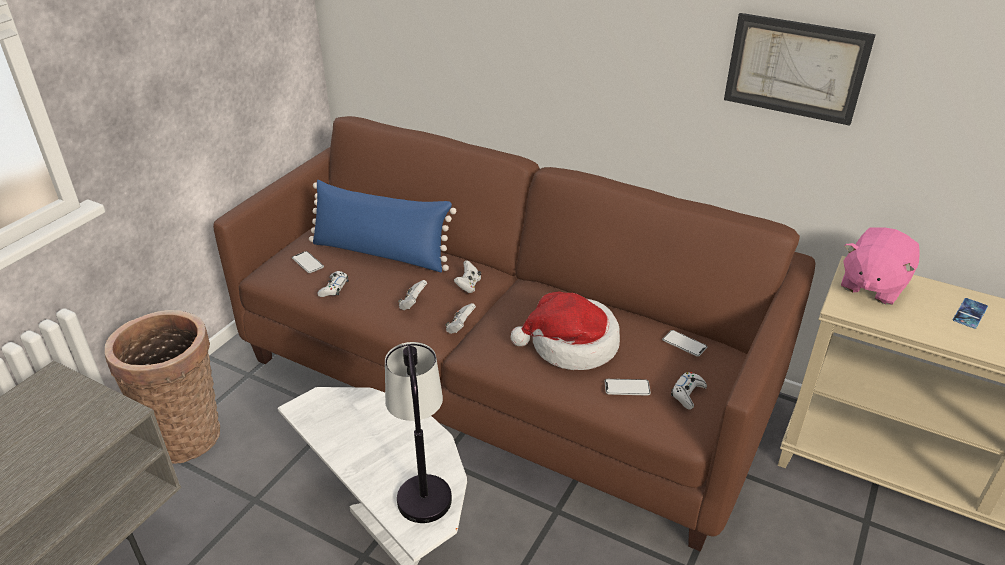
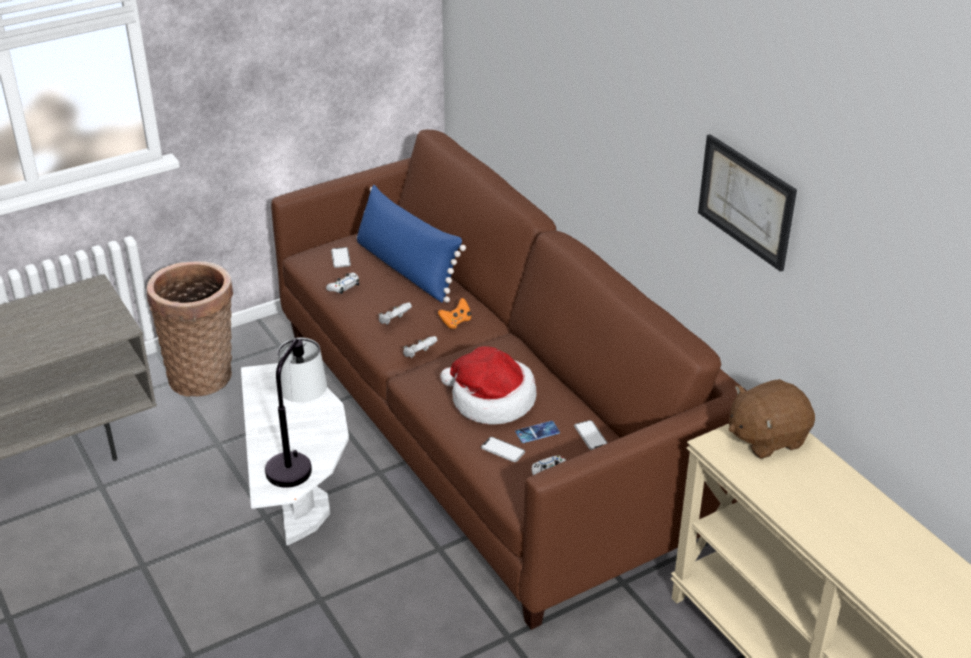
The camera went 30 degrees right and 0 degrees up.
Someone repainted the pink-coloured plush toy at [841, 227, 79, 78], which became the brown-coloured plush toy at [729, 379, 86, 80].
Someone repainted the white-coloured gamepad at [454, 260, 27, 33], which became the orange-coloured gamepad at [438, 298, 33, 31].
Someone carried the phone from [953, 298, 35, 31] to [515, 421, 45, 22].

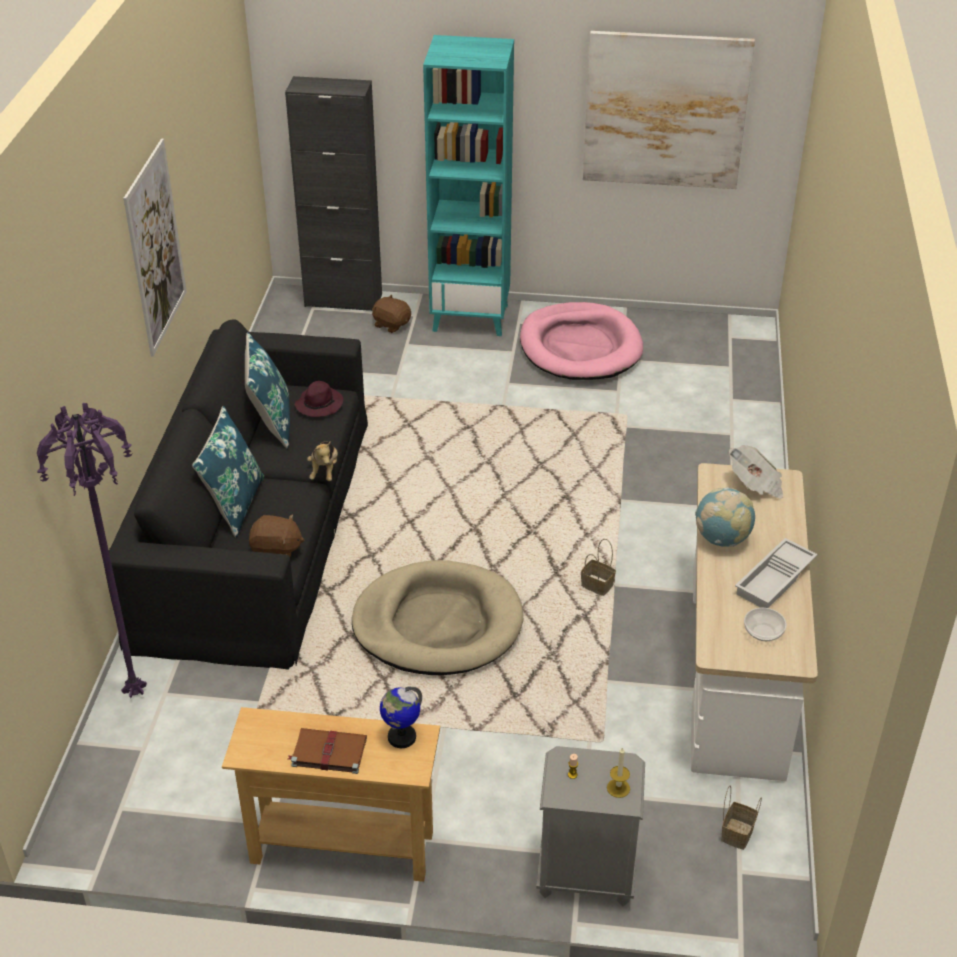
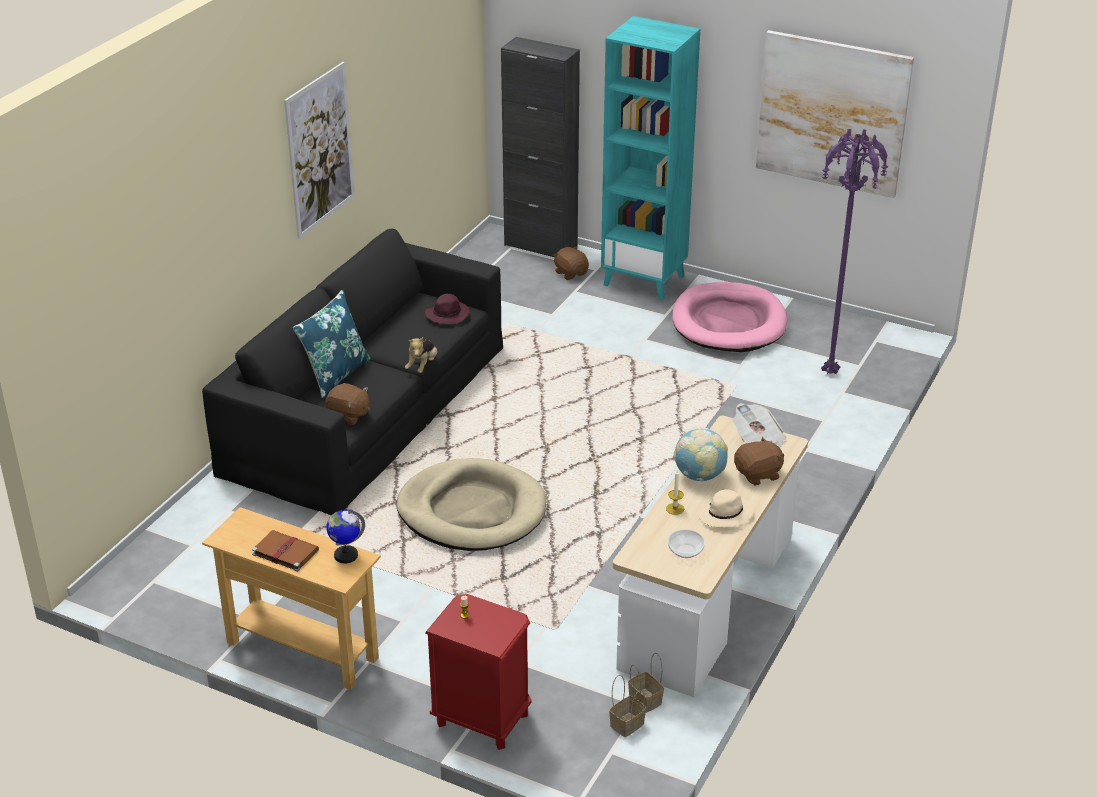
The camera went 20 degrees right and 5 degrees down.
Someone took away the blue cushion at [245, 332, 45, 117].
Someone carried the purple-coloured standing lamp from [37, 403, 110, 295] to [821, 129, 67, 245].
Someone swapped the white-coloured tray at [735, 538, 83, 70] for the beige clothing hat at [698, 489, 56, 38].
Someone carried the storage basket from [581, 539, 35, 57] to [628, 653, 36, 60].
Someone repainted the grey nightstand at [536, 746, 109, 160], which became the reddish nightstand at [425, 594, 107, 156].
Someone carried the wax light from [607, 747, 23, 51] to [666, 470, 18, 45].
Someone put down the brown-coloured plush toy at [734, 437, 50, 49].

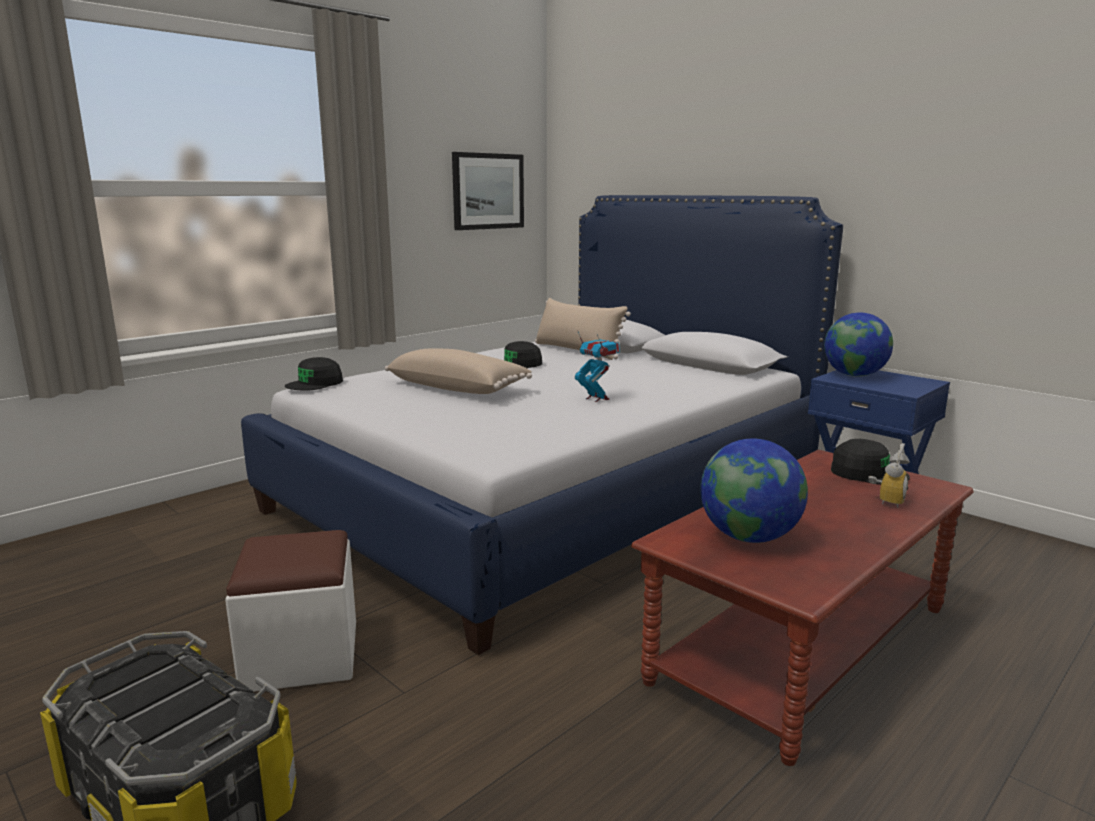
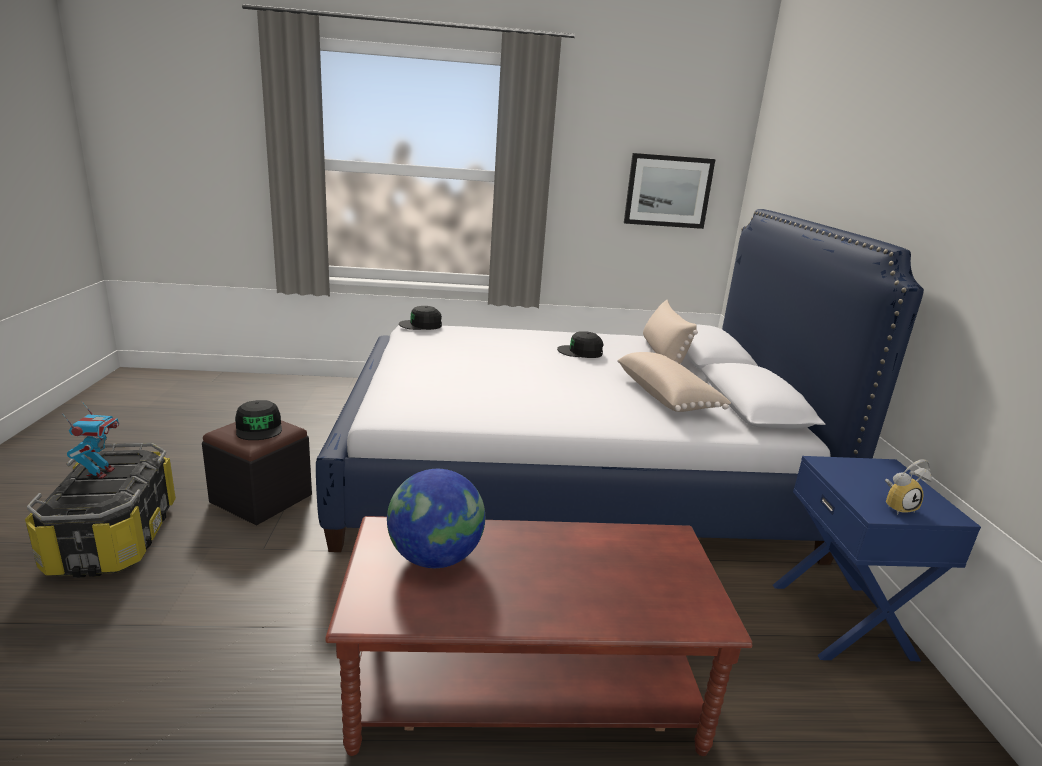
The camera went 40 degrees right and 5 degrees up.
Someone took away the desk globe at [824, 312, 69, 65].
Someone carried the toy robot from [575, 330, 45, 72] to [62, 401, 57, 78].
Someone carried the beige cushion from [385, 348, 147, 46] to [617, 352, 114, 60].
Someone carried the black-coloured cap from [831, 439, 79, 46] to [235, 400, 47, 40].
Someone carried the alarm clock from [868, 443, 42, 65] to [885, 459, 47, 56].
Someone repainted the white-coloured ottoman at [225, 530, 131, 162], which became the black-coloured ottoman at [202, 420, 110, 106].

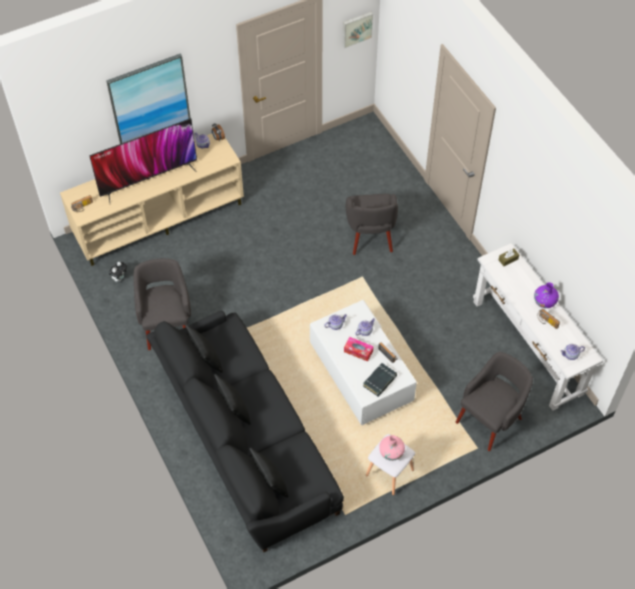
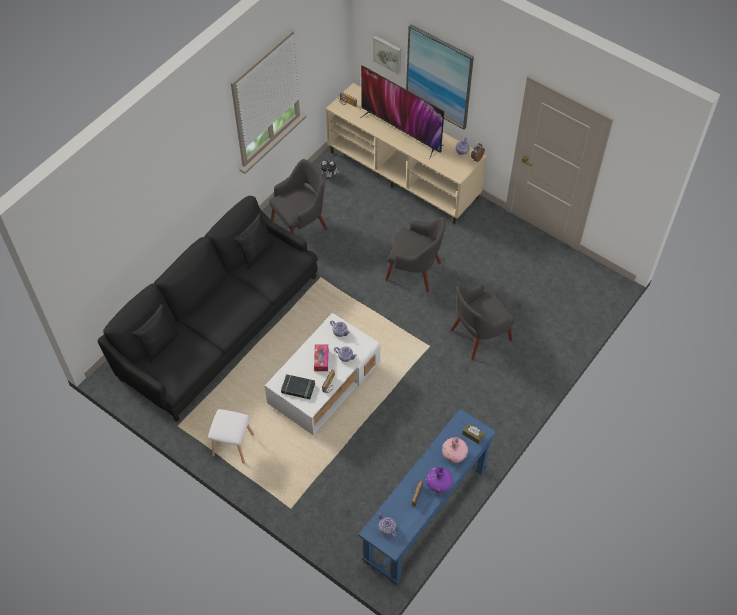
The camera went 65 degrees right and 0 degrees up.
Someone carried the wall picture from [342, 12, 31, 36] to [373, 36, 28, 38].
Someone repainted the white-coloured console table at [473, 243, 130, 168], which became the blue console table at [358, 408, 138, 178].
Someone carried the grey lounge chair from [456, 352, 77, 99] to [385, 217, 60, 76].
Someone took away the black-coloured cushion at [214, 374, 37, 51].
Someone carried the pink-coloured flower vase from [379, 435, 26, 26] to [442, 437, 26, 26].

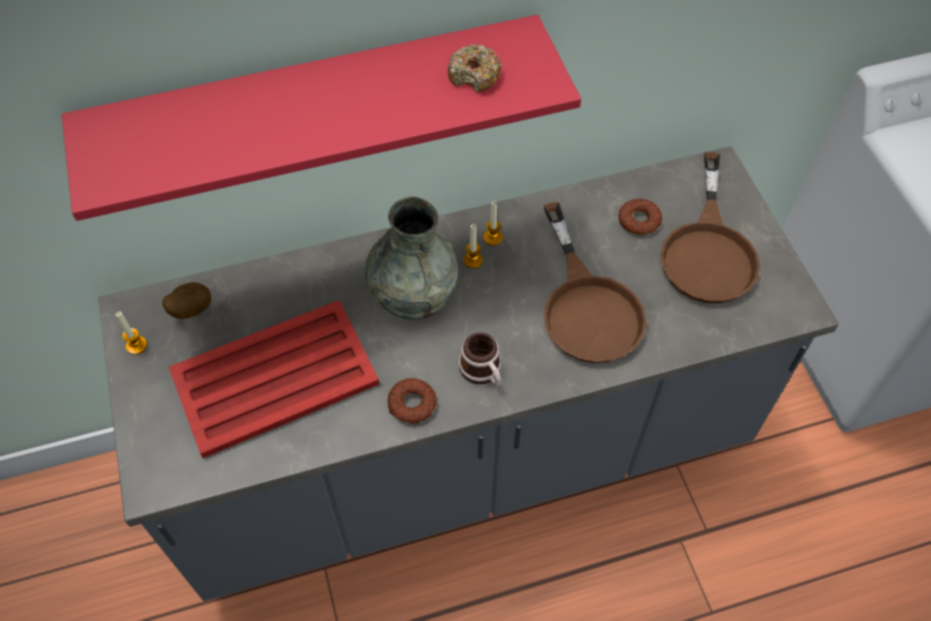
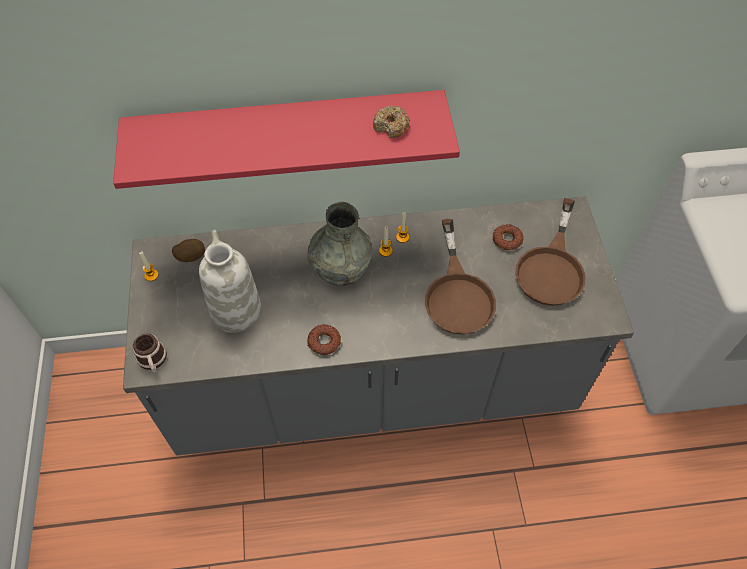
The camera went 10 degrees right and 0 degrees up.
Someone swapped the reddish tray at [169, 300, 210, 158] for the white-coloured flower vase at [199, 229, 63, 104].
Someone carried the tea mug from [458, 332, 43, 55] to [132, 334, 35, 40].

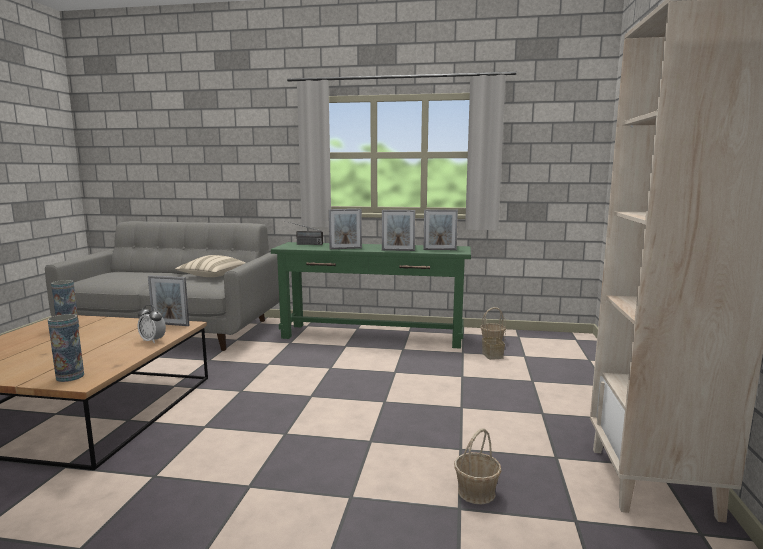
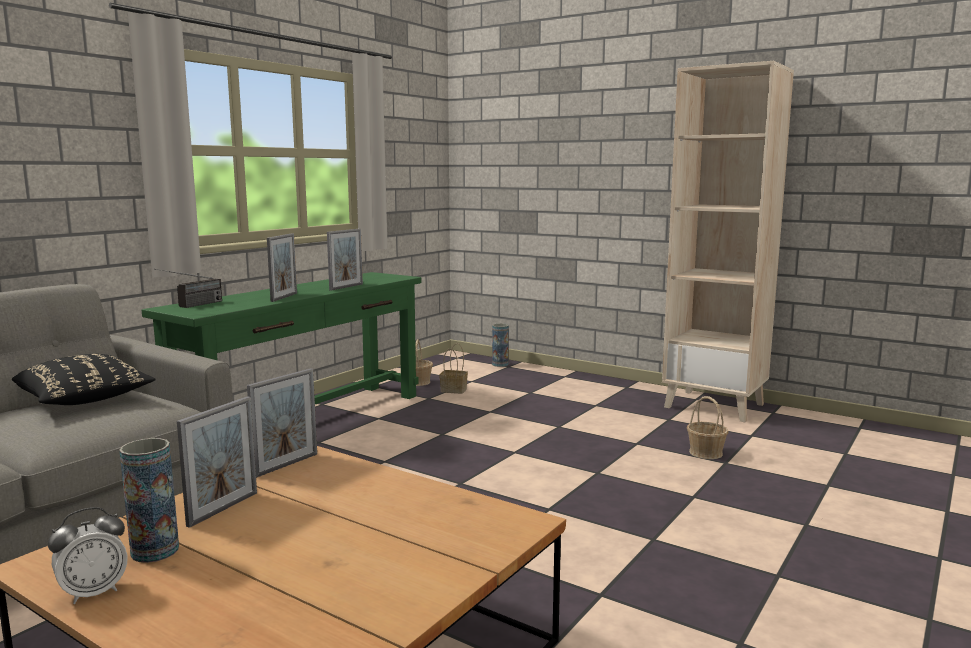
The camera went 65 degrees left and 0 degrees up.
Someone carried the photo frame from [423, 209, 35, 41] to [177, 396, 80, 132].
Someone repainted the beige cushion at [175, 255, 70, 22], which became the black-coloured cushion at [12, 354, 143, 51].
Someone carried the alarm clock from [138, 305, 28, 39] to [48, 507, 80, 97].
Someone carried the flower vase from [48, 314, 36, 68] to [492, 323, 17, 44].

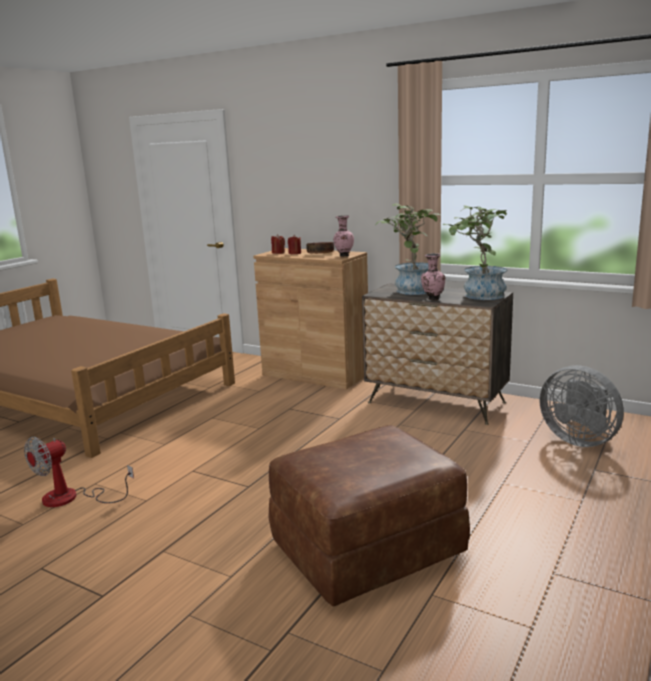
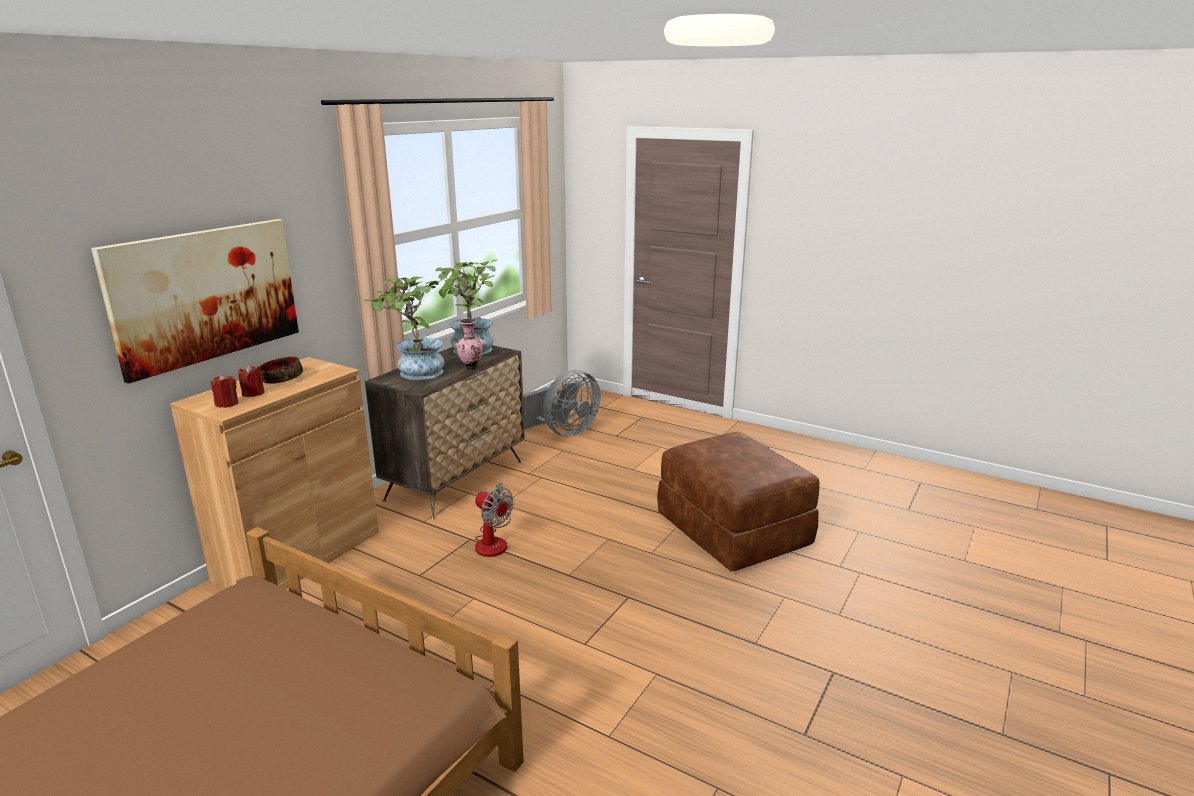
The camera went 90 degrees left and 5 degrees up.
Someone took away the pink-coloured flower vase at [333, 215, 21, 42].
Someone carried the electric fan from [24, 437, 110, 70] to [475, 483, 39, 74].
Someone put up the wall picture at [91, 219, 208, 165].

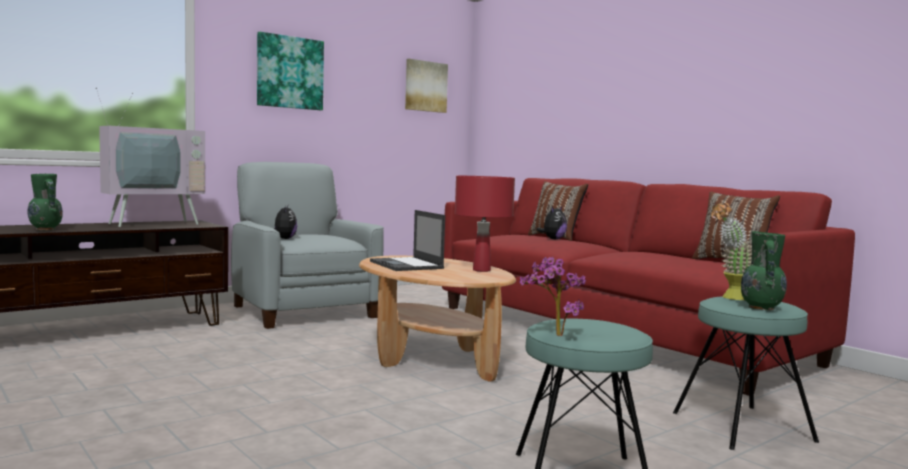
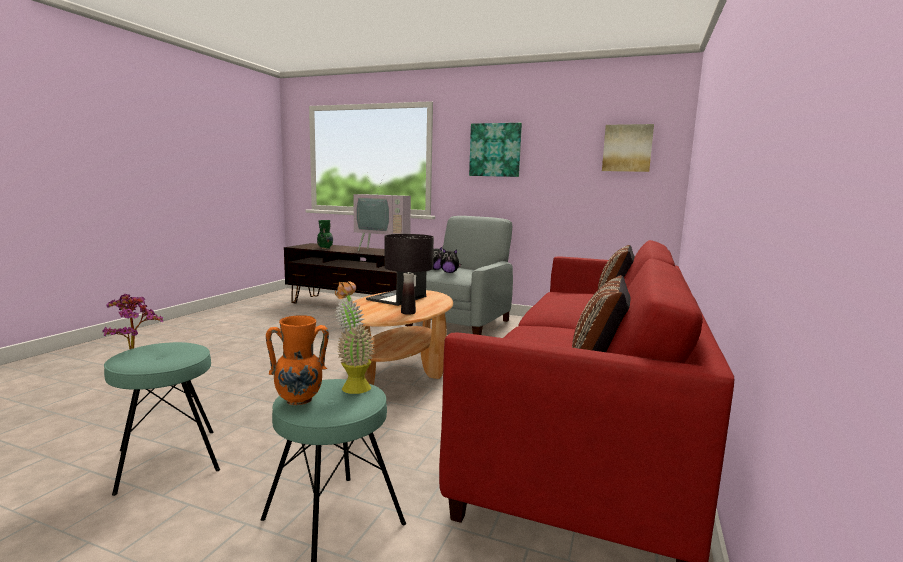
The camera went 60 degrees right and 5 degrees up.
Someone repainted the reddish table lamp at [455, 176, 60, 96], which became the black-coloured table lamp at [384, 234, 50, 81].
Someone carried the plush toy from [536, 206, 31, 34] to [440, 249, 21, 24].
Someone repainted the green-coloured flower vase at [741, 231, 46, 80], which became the orange-coloured flower vase at [266, 315, 63, 90].

